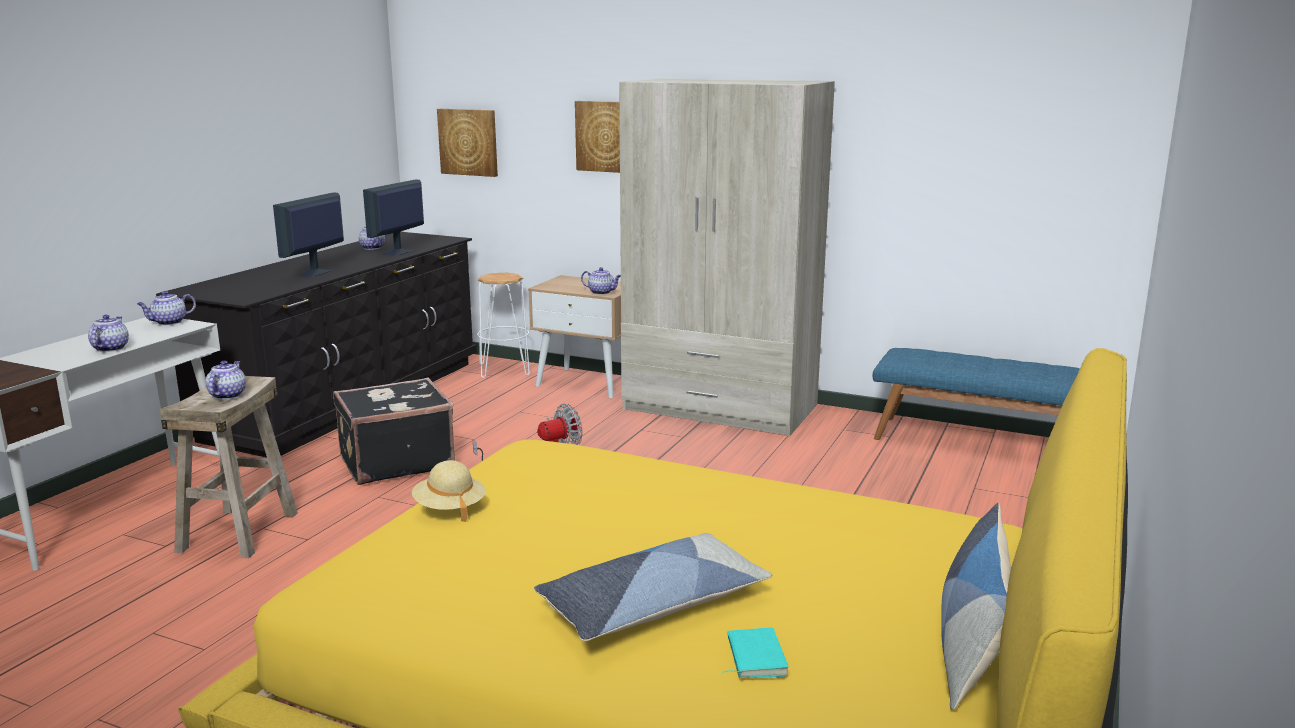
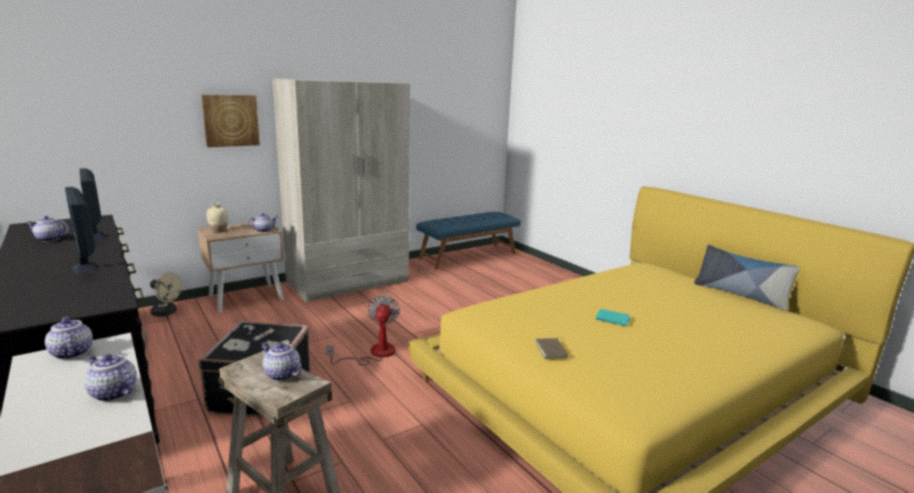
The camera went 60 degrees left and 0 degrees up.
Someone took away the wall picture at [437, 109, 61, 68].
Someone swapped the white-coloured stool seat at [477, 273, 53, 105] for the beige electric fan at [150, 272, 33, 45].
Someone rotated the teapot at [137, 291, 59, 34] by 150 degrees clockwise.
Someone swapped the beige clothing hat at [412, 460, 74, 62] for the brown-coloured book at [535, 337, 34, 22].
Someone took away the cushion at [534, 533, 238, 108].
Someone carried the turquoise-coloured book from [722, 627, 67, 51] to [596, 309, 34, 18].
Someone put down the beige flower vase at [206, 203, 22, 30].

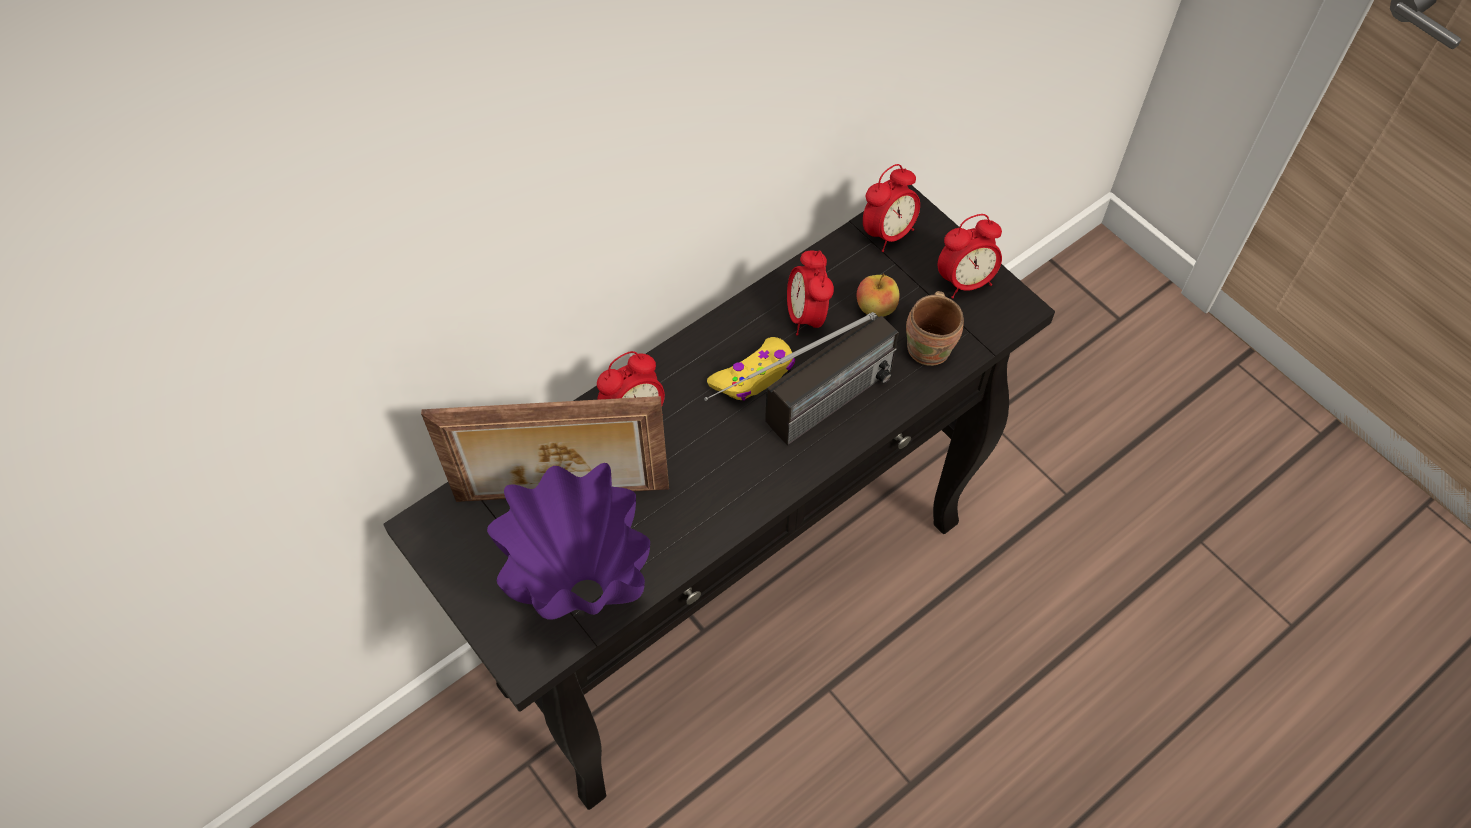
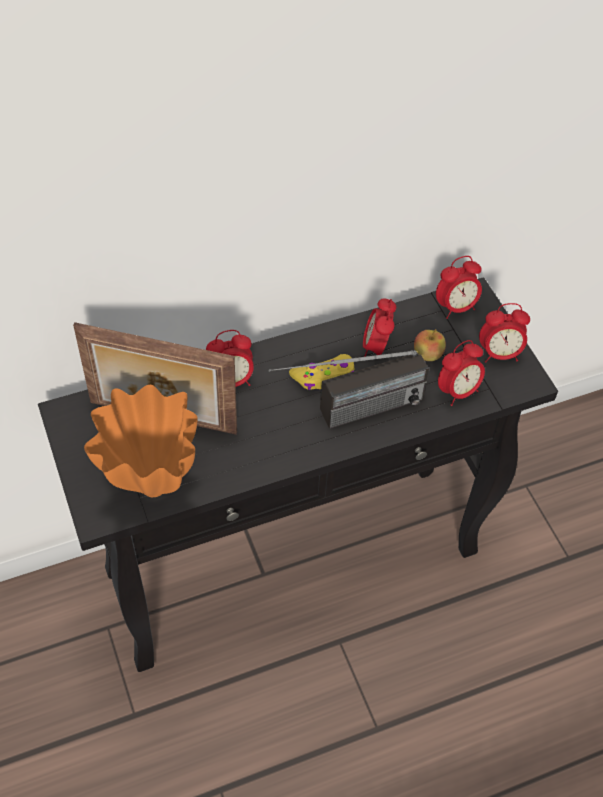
The camera went 15 degrees right and 5 degrees down.
Someone swapped the brown-coloured tea mug at [906, 291, 58, 75] for the alarm clock at [438, 340, 47, 66].
Someone repainted the purple-coloured flower vase at [487, 463, 163, 157], which became the orange-coloured flower vase at [84, 385, 114, 112].

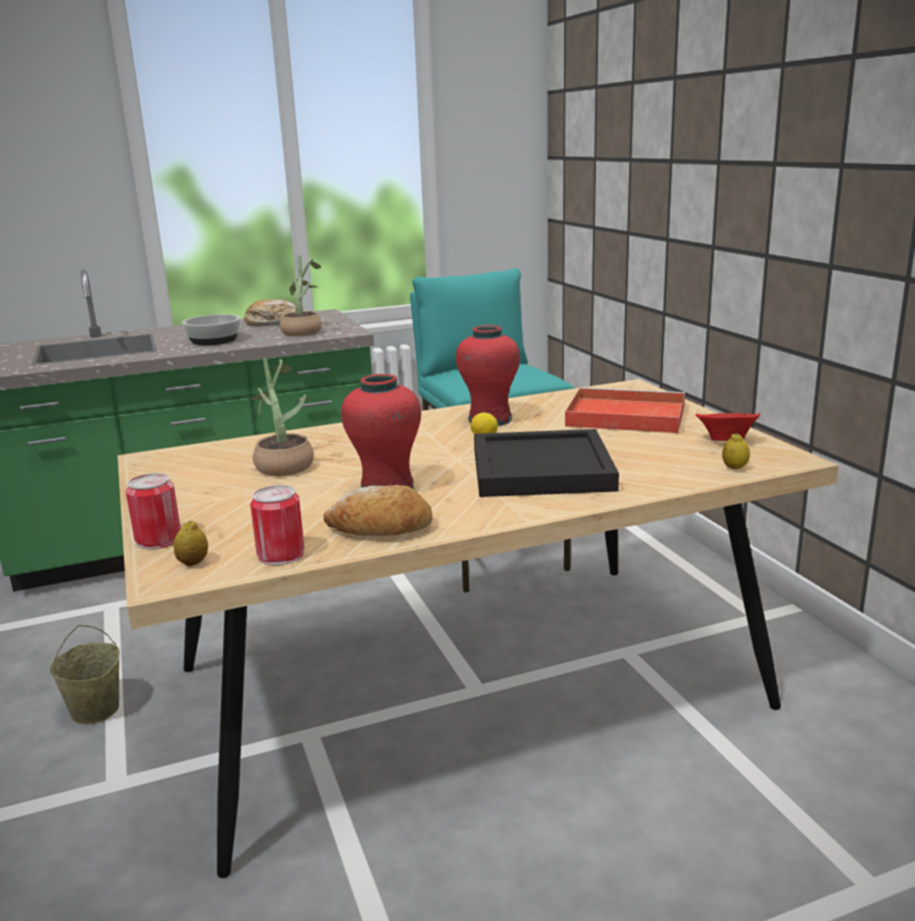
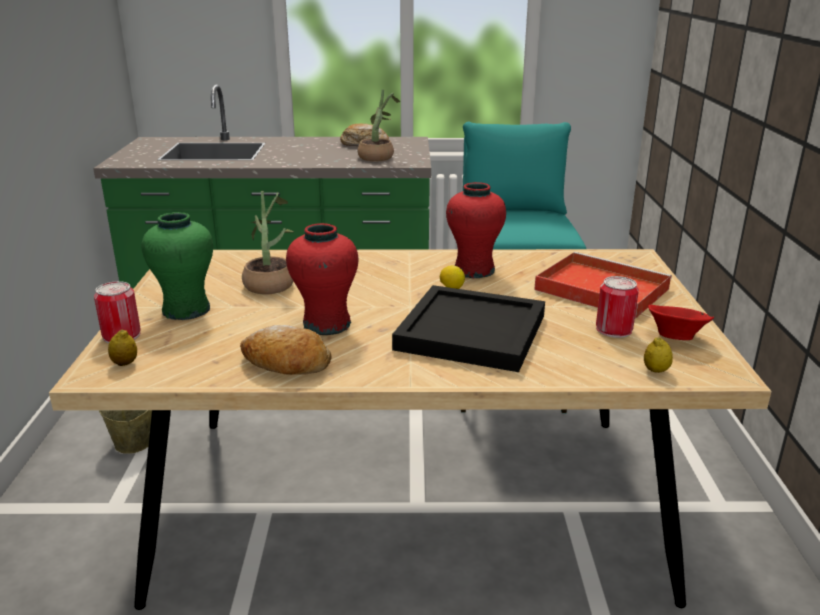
The camera went 20 degrees right and 5 degrees up.
Someone took away the serving bowl at [182, 314, 59, 31].
Someone carried the can from [250, 485, 54, 80] to [596, 276, 43, 62].
Someone put down the green-coloured flower vase at [141, 212, 72, 108].

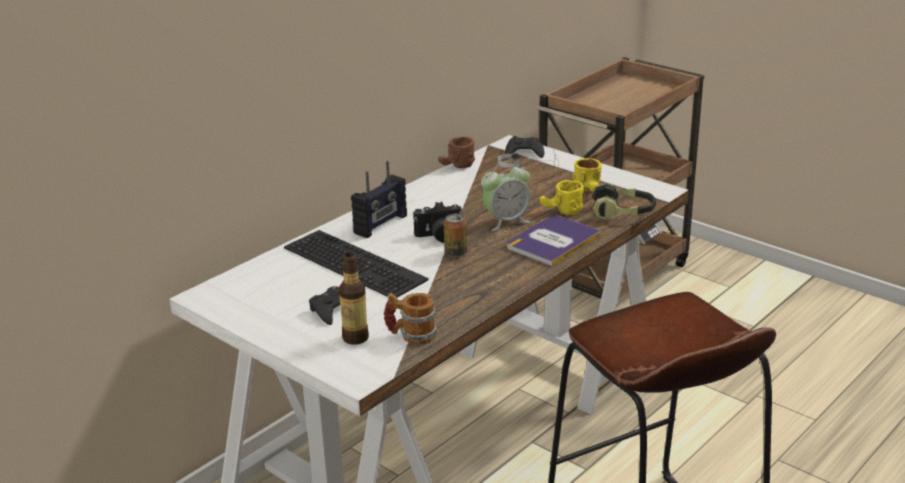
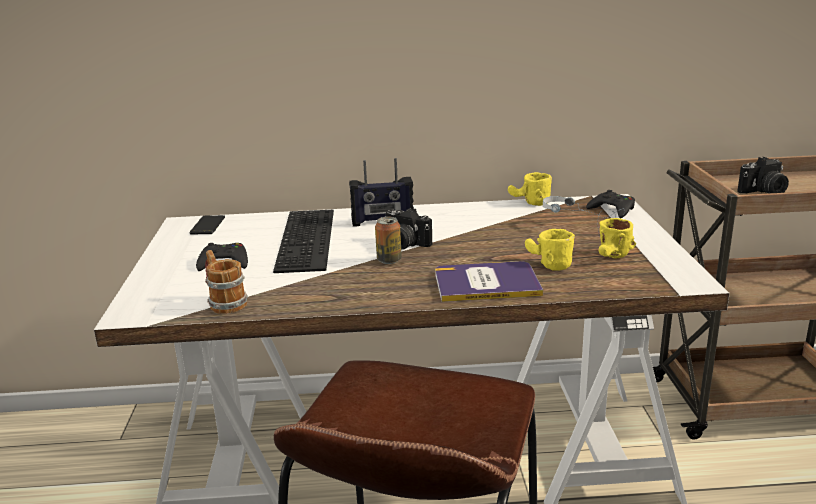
The camera went 45 degrees right and 5 degrees down.
Someone repainted the brown-coloured tea mug at [438, 137, 37, 31], which became the yellow tea mug at [508, 172, 44, 34].
Someone took away the alarm clock at [481, 161, 50, 70].
Someone took away the headphones at [592, 183, 64, 37].
Someone took away the drink bottle at [339, 253, 30, 92].
Someone put down the photo camera at [737, 157, 52, 37].
Someone put down the phone at [189, 215, 36, 19].

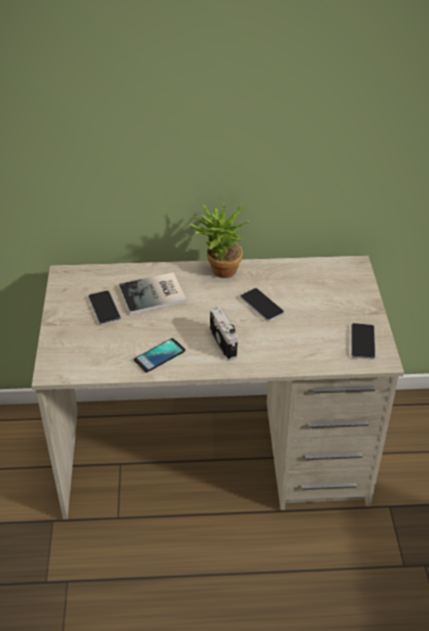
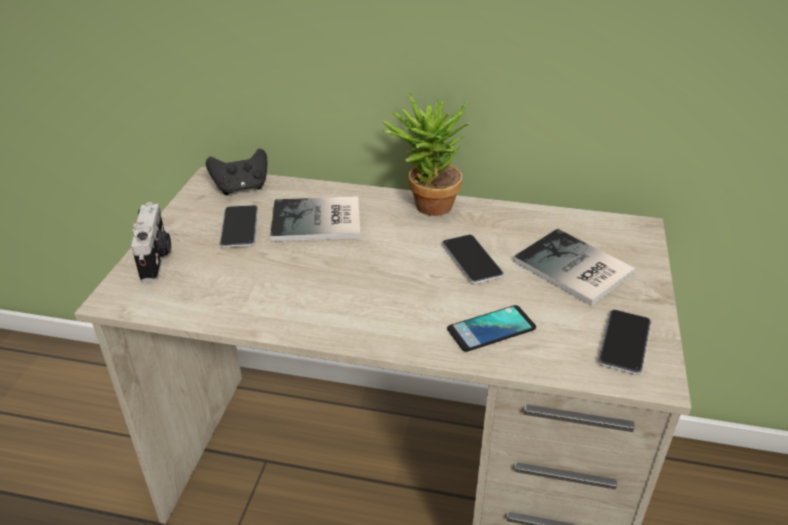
The camera went 15 degrees right and 5 degrees down.
Someone carried the photo camera from [210, 306, 28, 54] to [131, 202, 40, 81].
Someone carried the phone from [134, 338, 51, 34] to [447, 305, 89, 47].
Someone put down the black-coloured gamepad at [206, 149, 61, 46].
Someone put down the book at [513, 229, 122, 77].

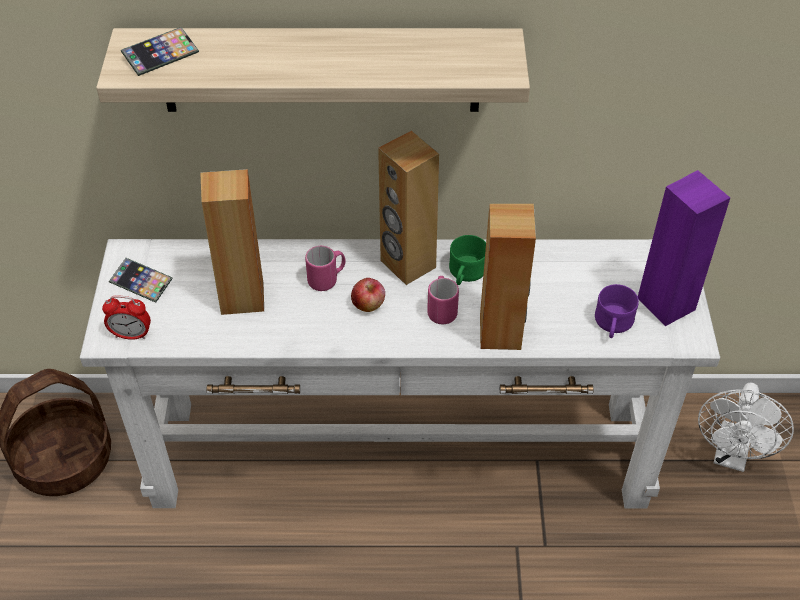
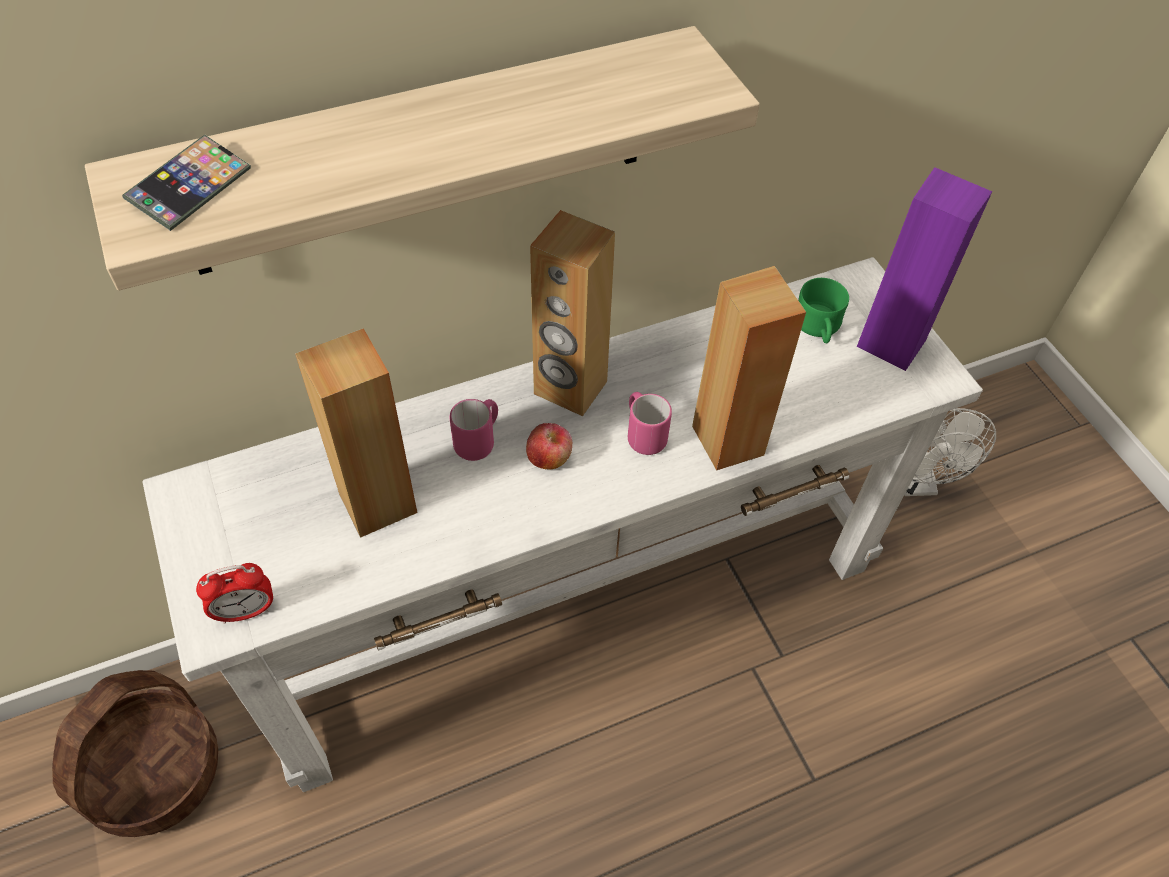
The camera went 25 degrees left and 5 degrees up.
Someone carried the green-coloured tea mug from [449, 235, 37, 50] to [798, 278, 51, 65].
Someone took away the phone at [109, 258, 64, 45].
Someone took away the purple-coloured tea mug at [595, 284, 44, 54].

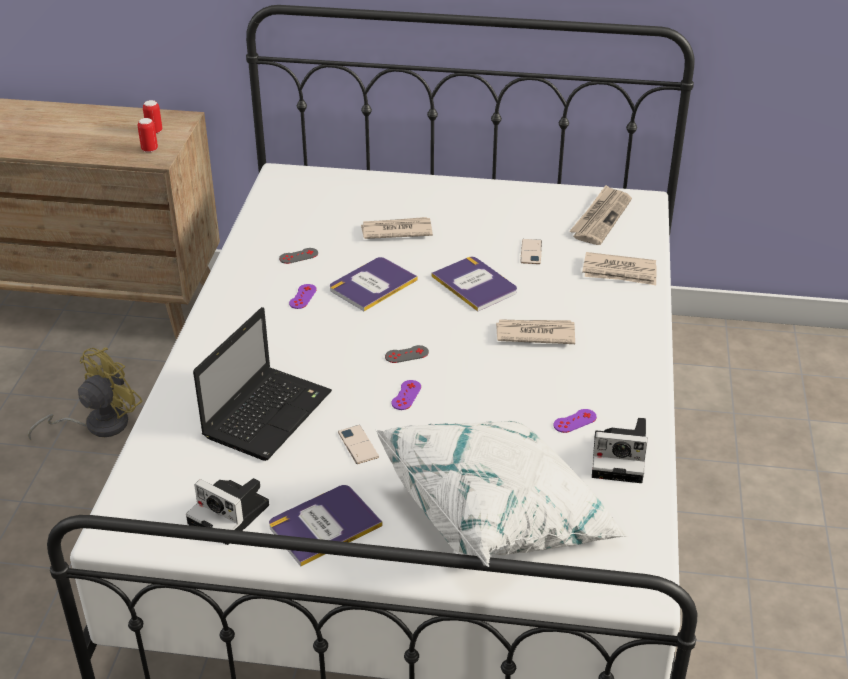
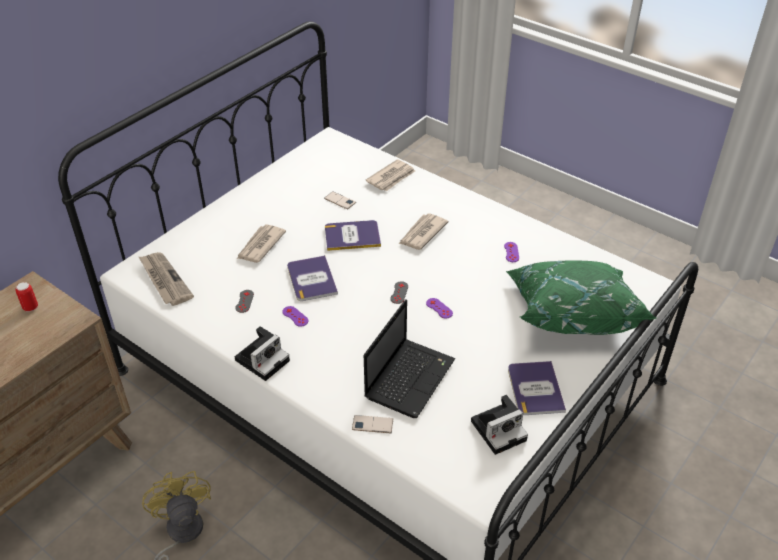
The camera went 60 degrees left and 5 degrees up.
Someone took away the can at [137, 118, 21, 35].
Someone carried the printed paper from [570, 185, 62, 60] to [139, 252, 55, 54].
Someone rotated the laptop at [193, 307, 139, 154] by 60 degrees clockwise.
Someone carried the photo camera from [592, 418, 55, 65] to [235, 326, 55, 55].
Someone repainted the white-coloured cushion at [376, 421, 252, 146], which became the green-coloured cushion at [506, 260, 150, 75].
Someone carried the phone from [338, 425, 41, 39] to [352, 415, 41, 18].

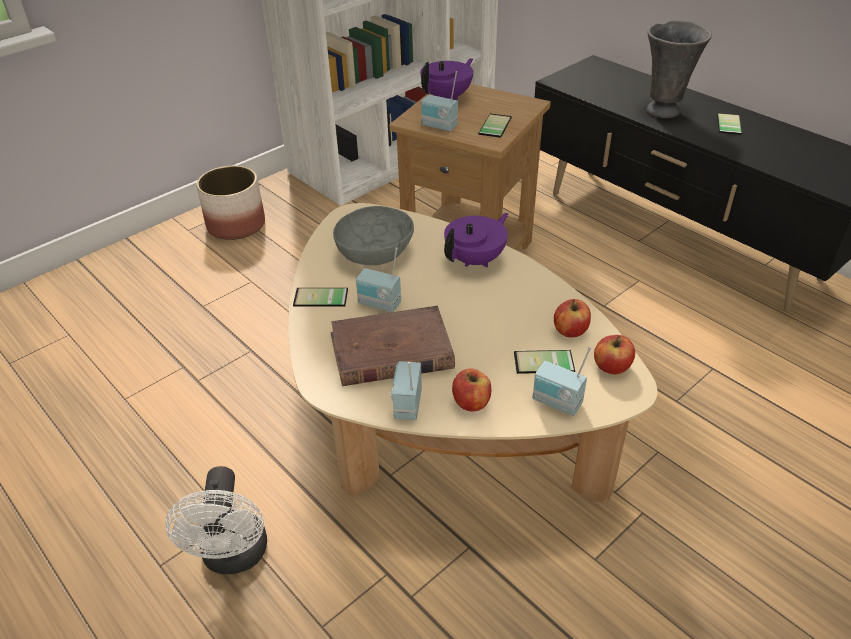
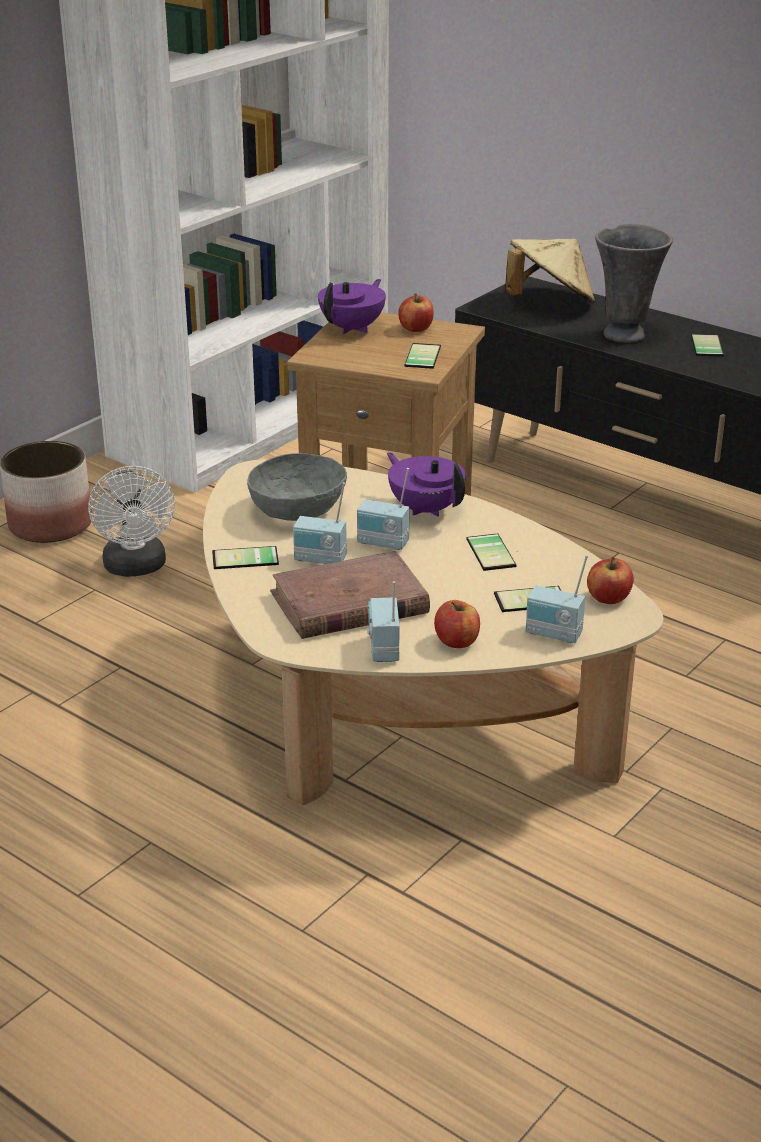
The camera went 10 degrees left and 10 degrees down.
Someone carried the radio receiver from [421, 71, 37, 61] to [357, 468, 52, 82].
Someone rotated the purple-coloured teapot at [444, 213, 64, 54] by 75 degrees counterclockwise.
Someone carried the apple from [554, 299, 37, 38] to [398, 294, 36, 38].
Someone carried the white-coloured electric fan from [165, 466, 102, 108] to [88, 466, 87, 111].
Someone put down the beige clothing hat at [505, 239, 90, 65].
Someone put down the phone at [466, 534, 50, 37].

